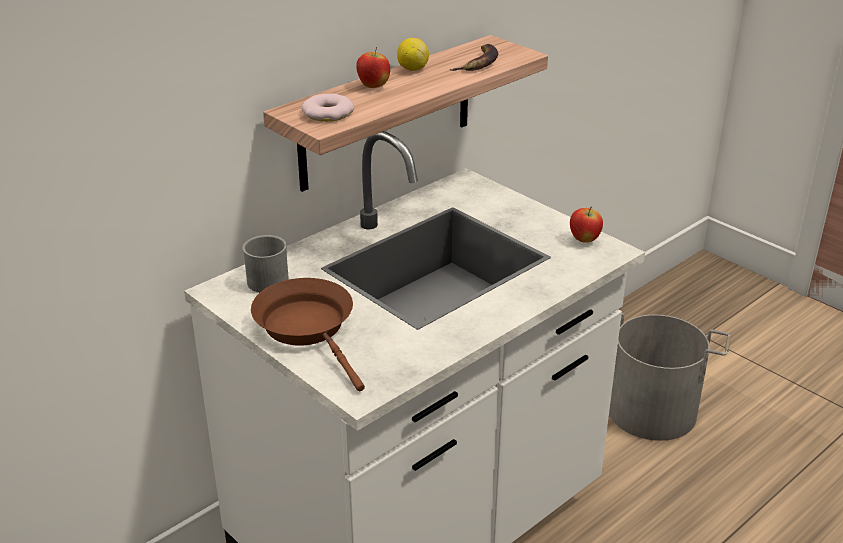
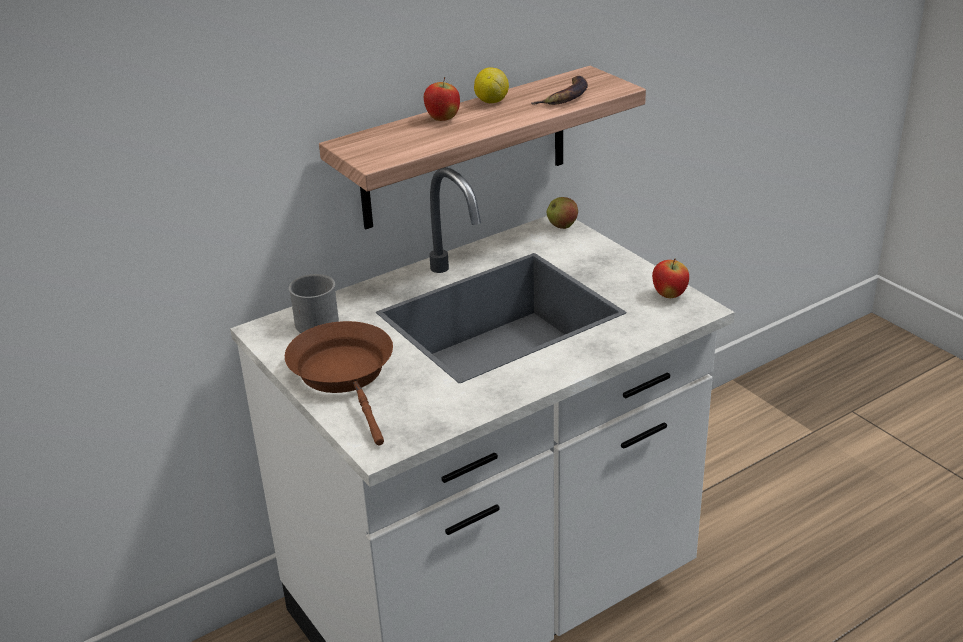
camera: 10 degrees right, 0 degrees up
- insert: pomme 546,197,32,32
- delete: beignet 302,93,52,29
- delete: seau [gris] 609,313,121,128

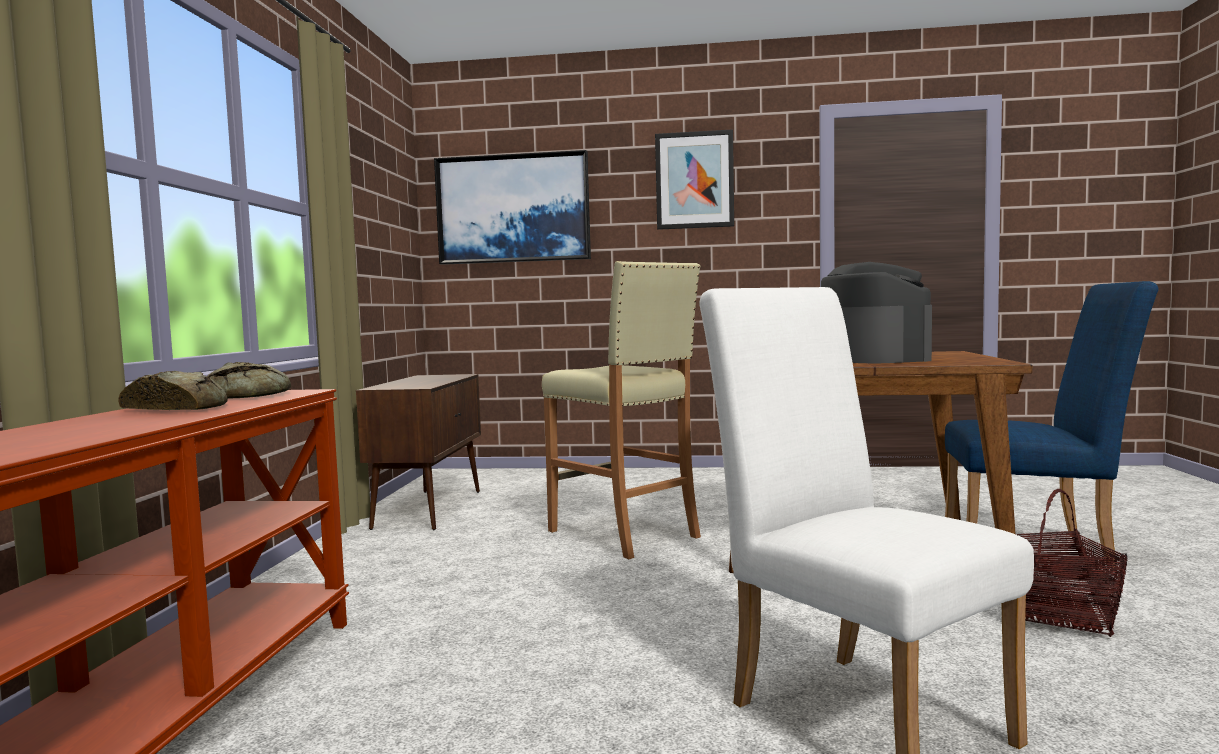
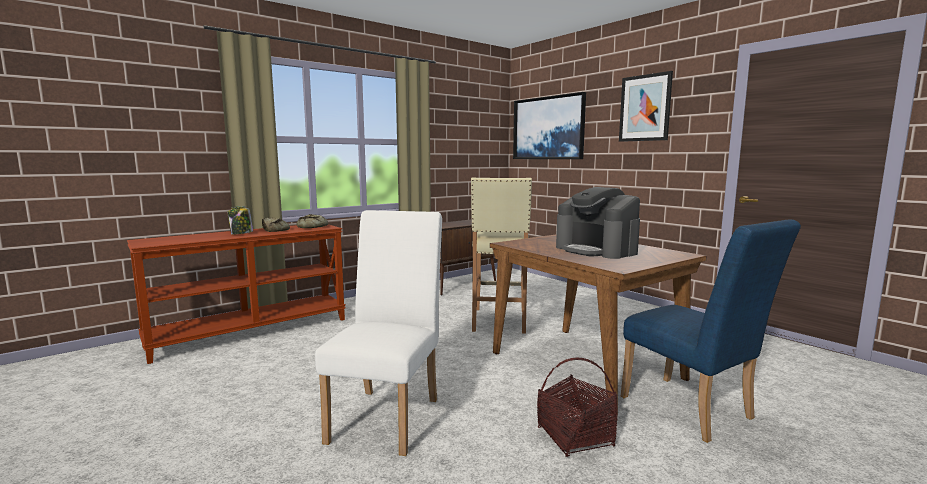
camera: 45 degrees right, 5 degrees up
- insert: bocal 228,206,25,29
- rotate: machine à café 821,262,111,101 = 556,187,84,72 105 degrees clockwise

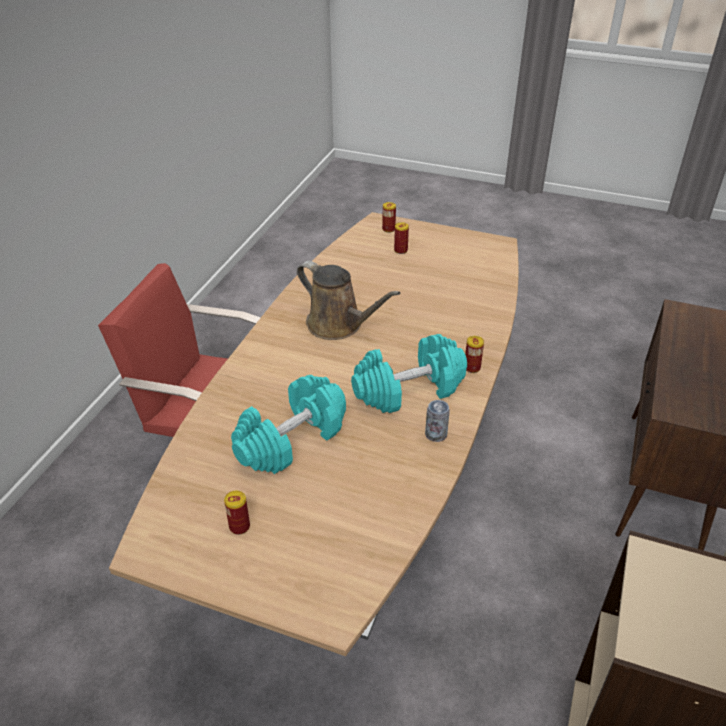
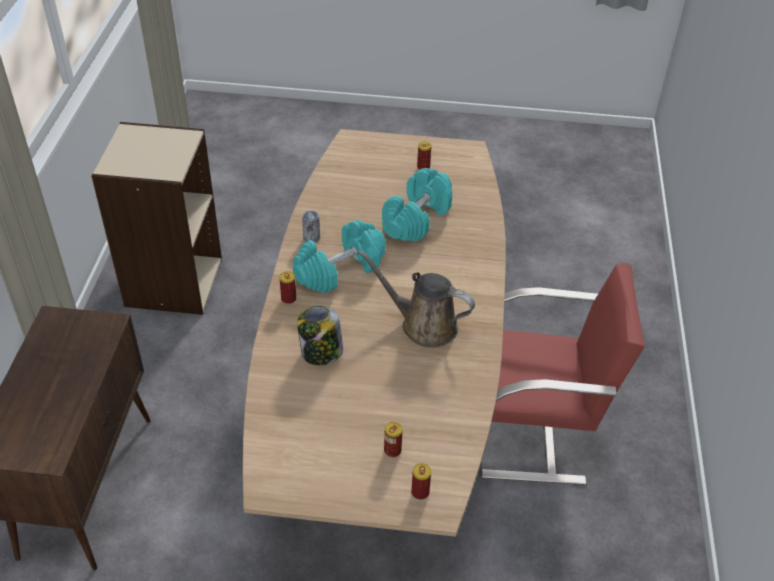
camera: 165 degrees right, 5 degrees up
- insert: bocal 297,306,46,59

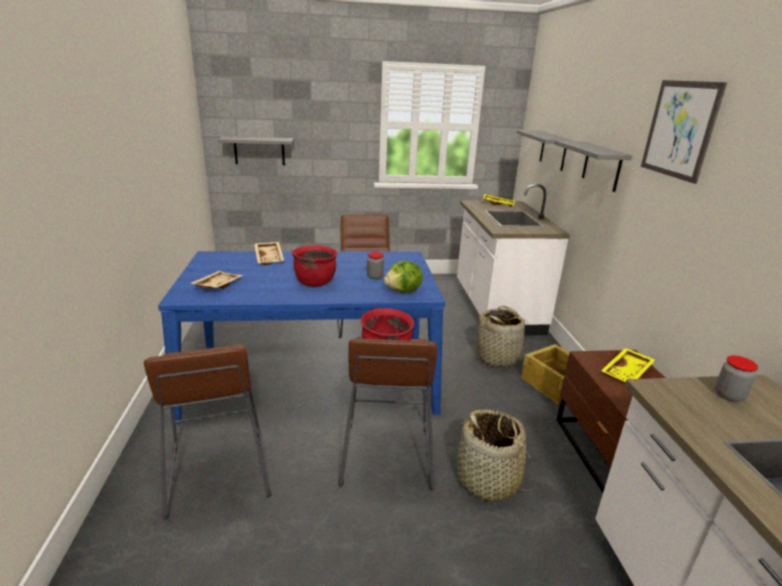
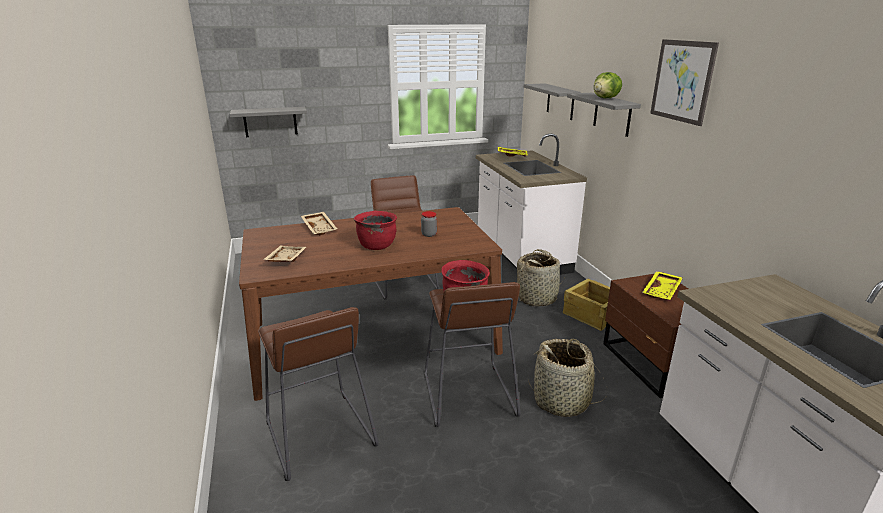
camera: 10 degrees left, 0 degrees up
- recolor: table à manger [bleu] 158,251,287,174 to table à manger [marron] 239,207,264,194
- move: laitue 384,260,39,33 to 594,72,28,26
- delete: bocal 715,356,43,46

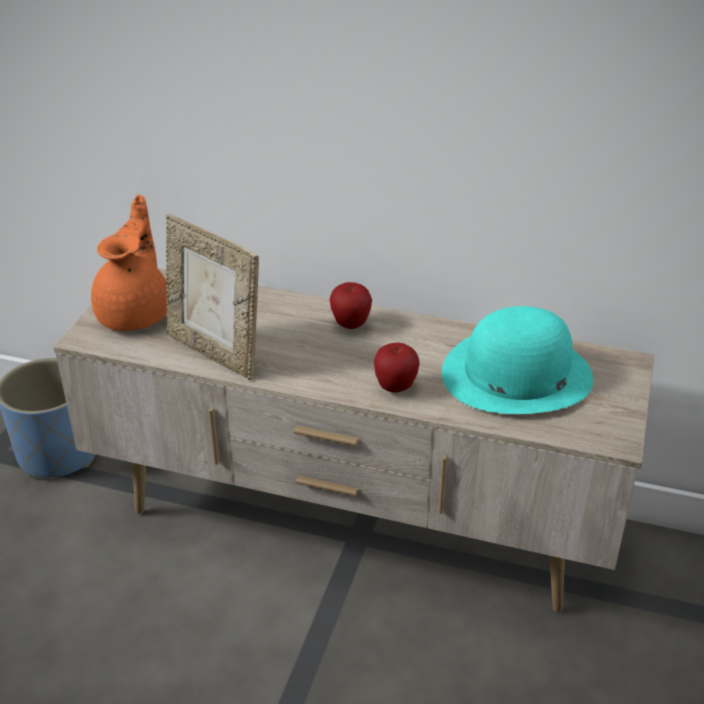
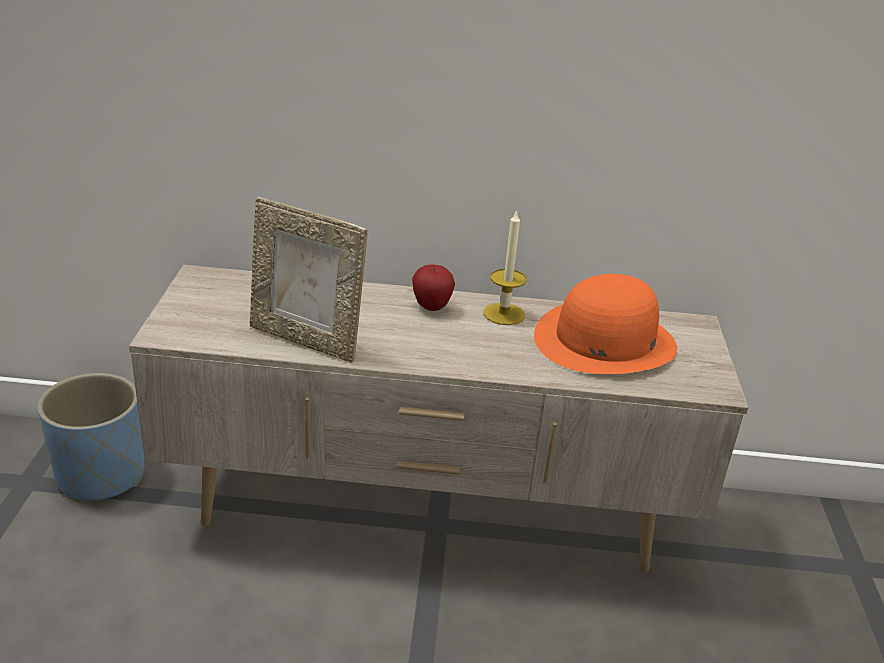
camera: 15 degrees left, 5 degrees down
- insert: bougie 483,209,44,116
- recolor: chapeau [turquoise] 442,306,151,108 to chapeau [orange] 534,274,143,100
- delete: théière [orange] 91,195,76,136
- delete: pomme 374,343,46,50

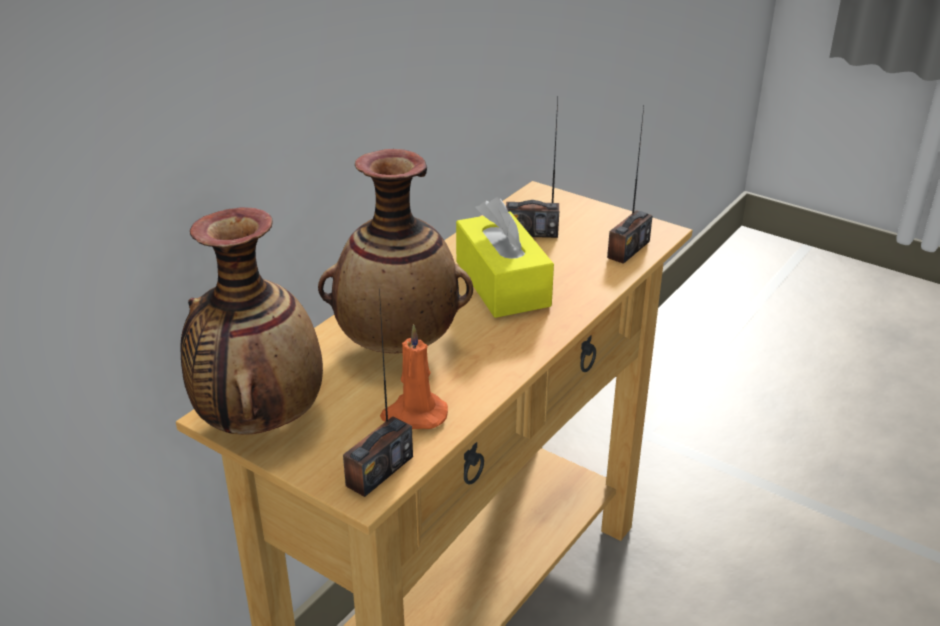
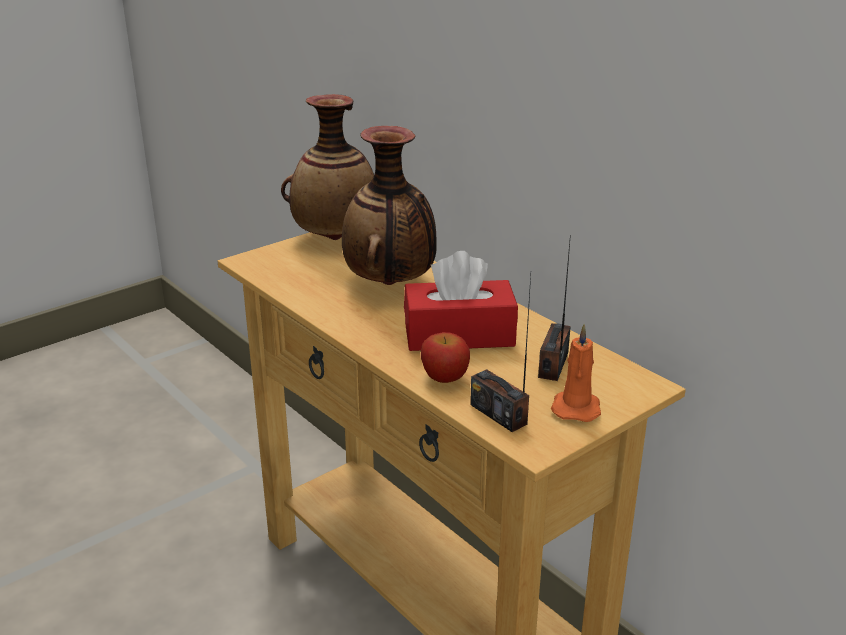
camera: 105 degrees right, 5 degrees down
- recolor: boîte à mouchoirs [jaune] 456,197,98,121 to boîte à mouchoirs [rouge] 404,251,114,100
- insert: pomme 421,332,49,51
- move: bougie [orange] 380,324,68,105 to 551,324,50,98
- delete: radio 343,289,70,208

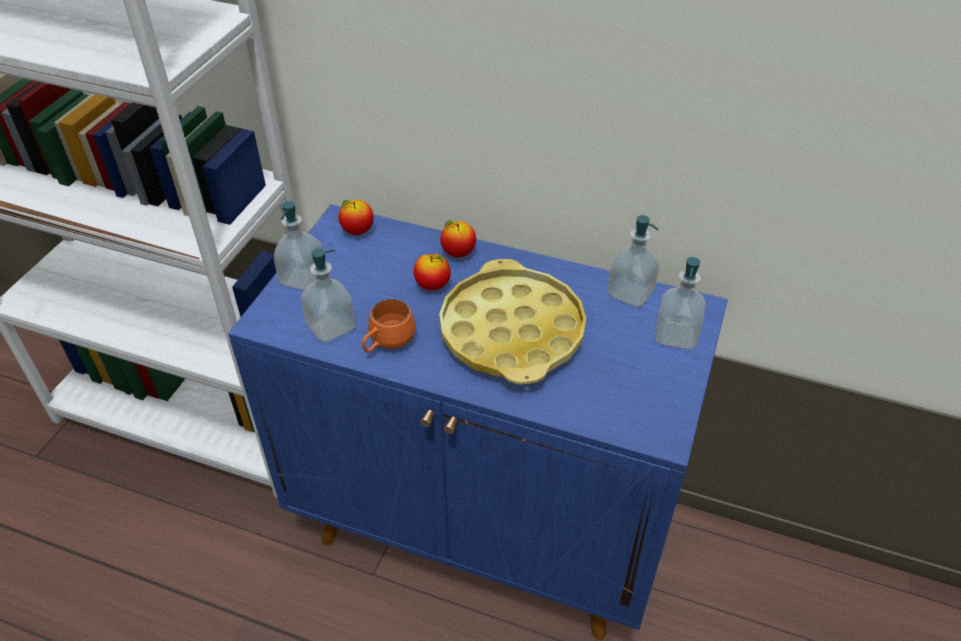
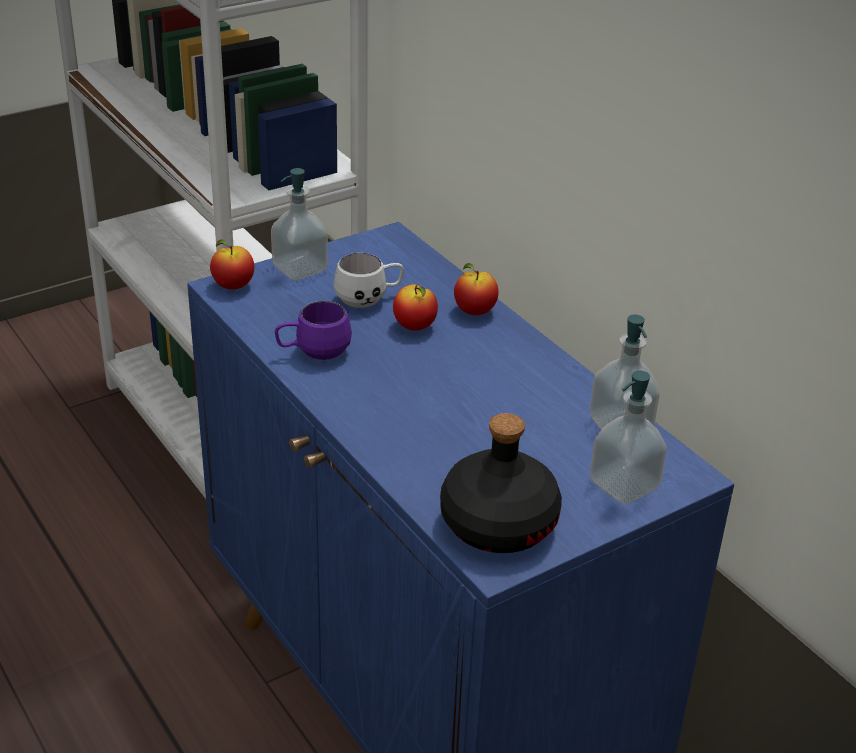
camera: 35 degrees right, 10 degrees down
- move: pomme 338,200,35,35 to 210,239,44,51
- recolor: mug [orange] 362,299,54,54 to mug [violet] 275,301,77,59
- insert: mug [blanc] 334,253,70,55
- insert: bouteille [noir] 440,413,122,140
- delete: distributeur de savon 301,248,54,94
- delete: plateau [jaune] 439,259,147,125

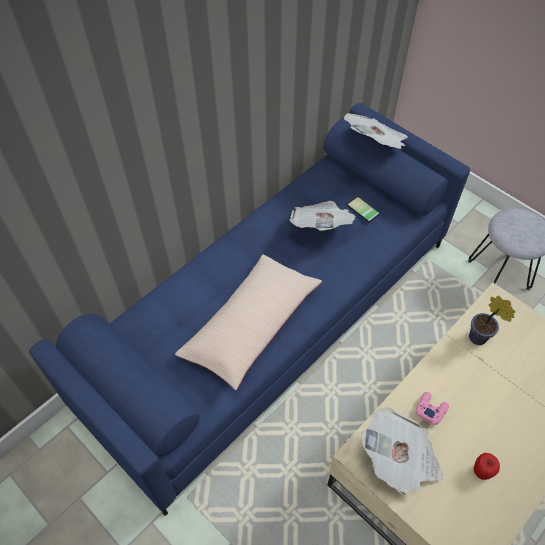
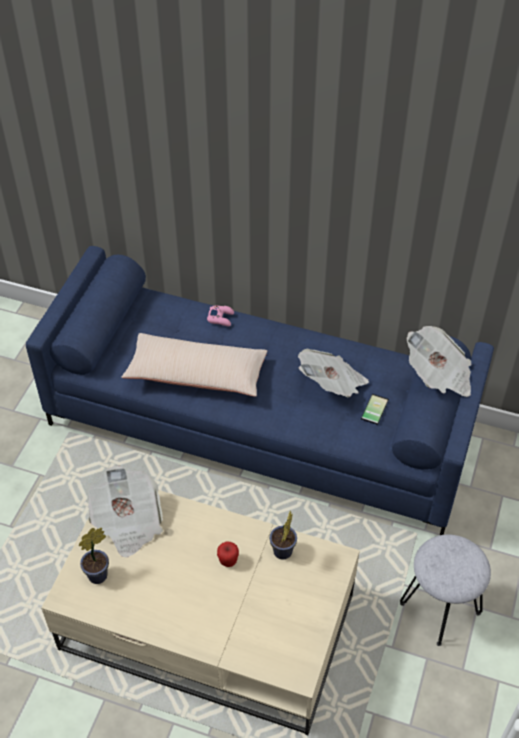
camera: 65 degrees right, 5 degrees down
- insert: plante en pot 78,528,31,56
- move: manette [rose] 415,392,34,33 to 207,306,27,20
- move: pomme 474,453,26,27 to 217,542,22,25

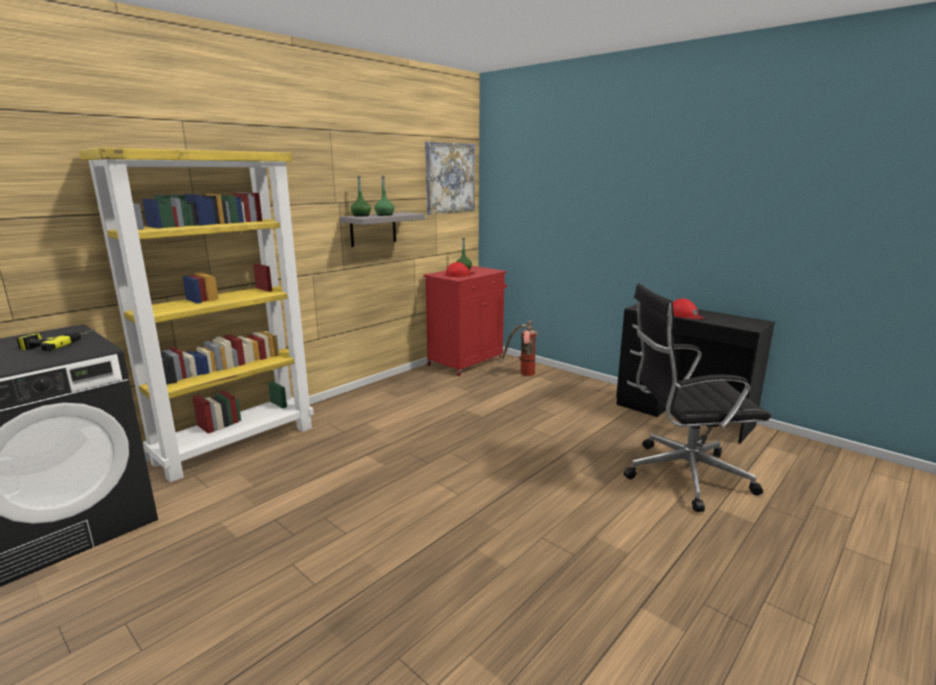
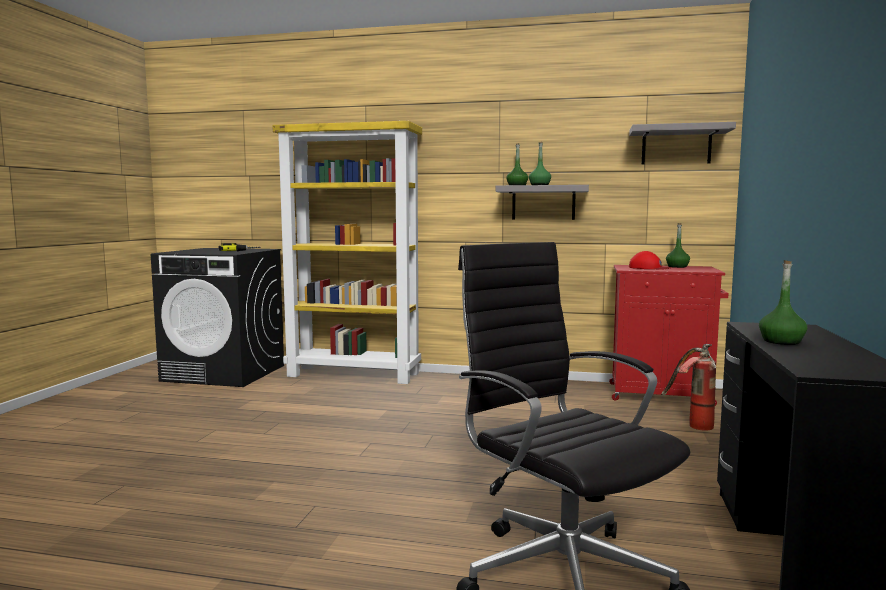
camera: 60 degrees right, 10 degrees down
- replace: tableau 425,142,50,73 to étagère [gris] 629,122,107,42
- replace: casquette [rouge] 673,299,32,21 to bouteille [vert] 759,260,48,85

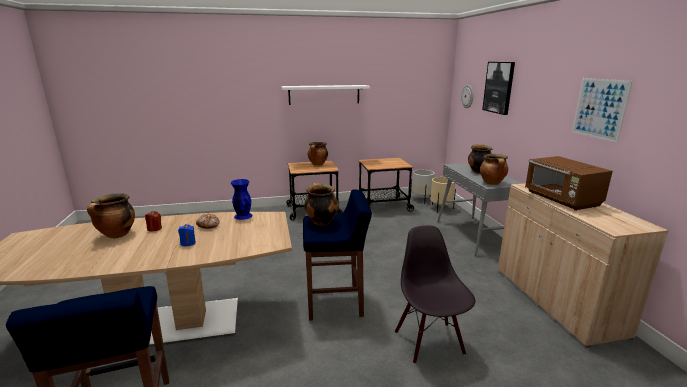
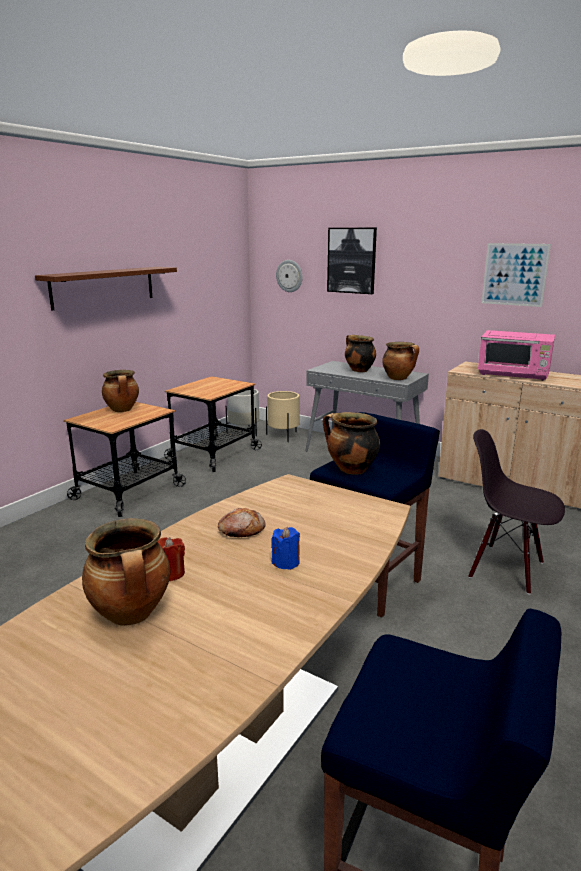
camera: 45 degrees left, 0 degrees up
- recolor: étagère [blanc] 281,85,89,20 to étagère [marron] 35,267,142,43
- recolor: micro-ondes [marron] 525,156,88,55 to micro-ondes [rose] 478,330,77,51
- delete: vase [bleu] 231,179,22,41

